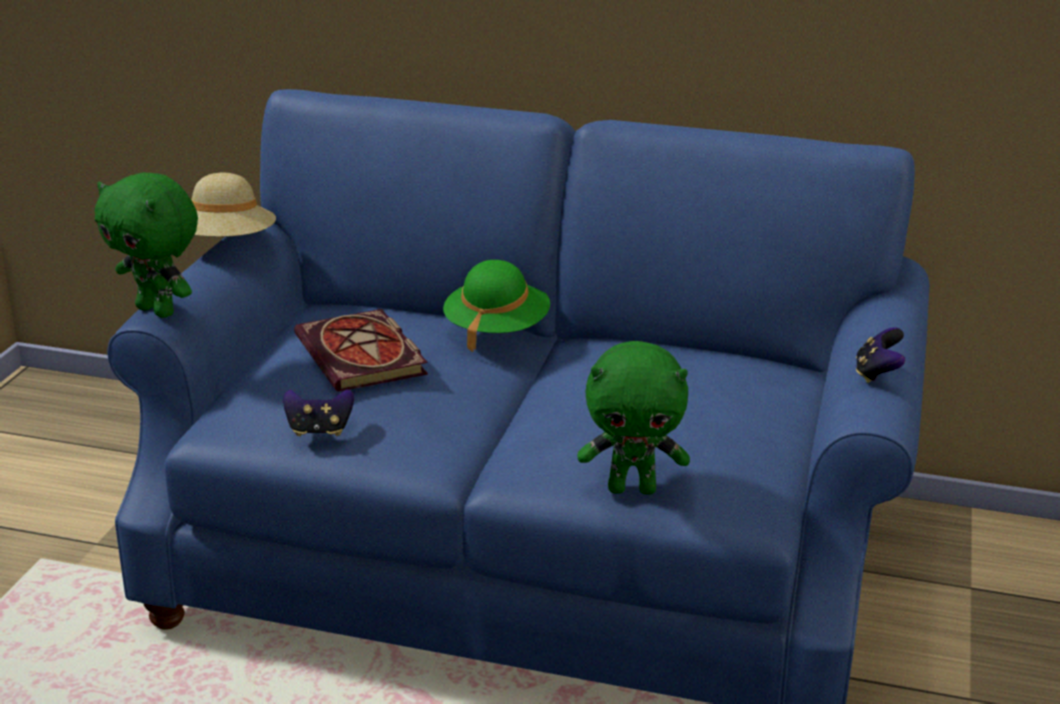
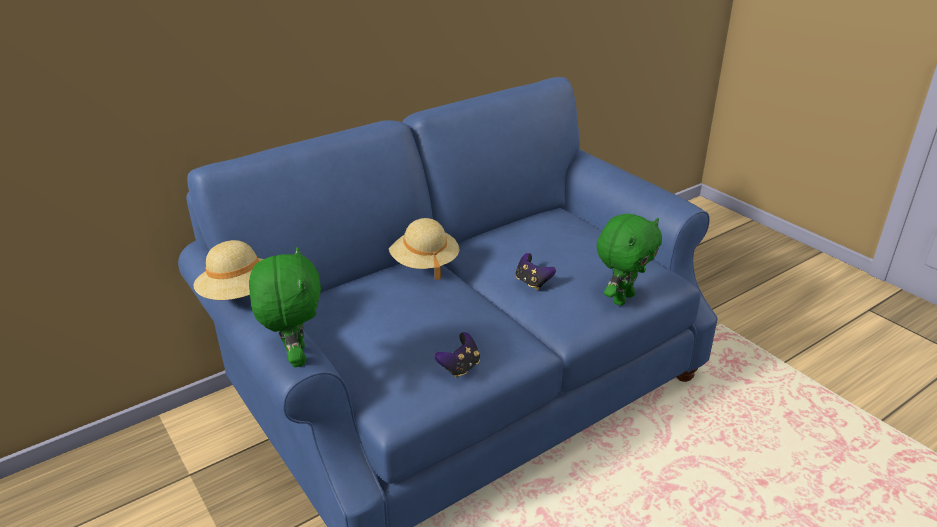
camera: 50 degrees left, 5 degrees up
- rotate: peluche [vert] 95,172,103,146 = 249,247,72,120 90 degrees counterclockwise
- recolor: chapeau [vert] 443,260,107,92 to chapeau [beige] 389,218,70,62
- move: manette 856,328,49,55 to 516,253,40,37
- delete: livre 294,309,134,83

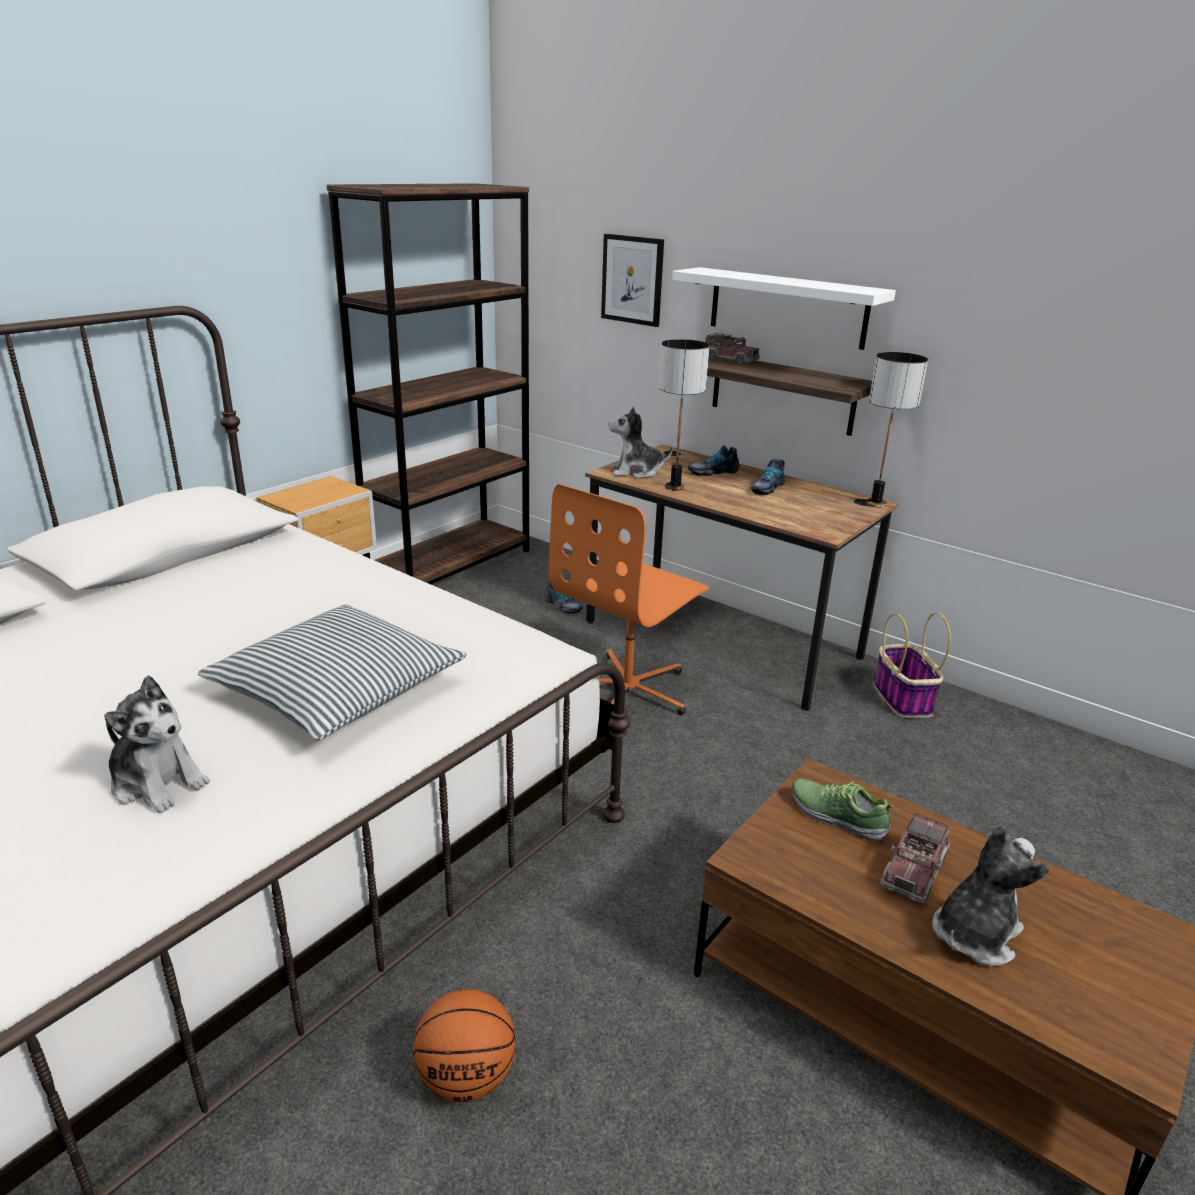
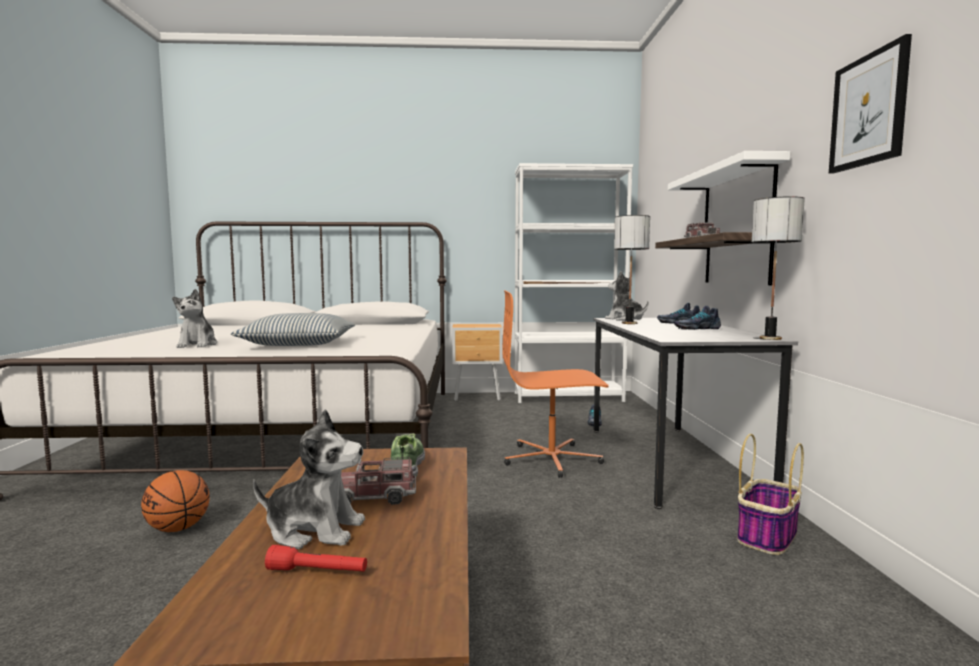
camera: 50 degrees right, 20 degrees down
- insert: lampe de poche [rouge] 265,545,102,27
- recolor: bibliothèque [marron] 326,183,203,401 to bibliothèque [blanc] 514,163,119,240
- recolor: bureau [marron] 585,444,314,267 to bureau [gris] 593,318,205,191
- move: tableau 601,234,63,93 to 829,34,83,140

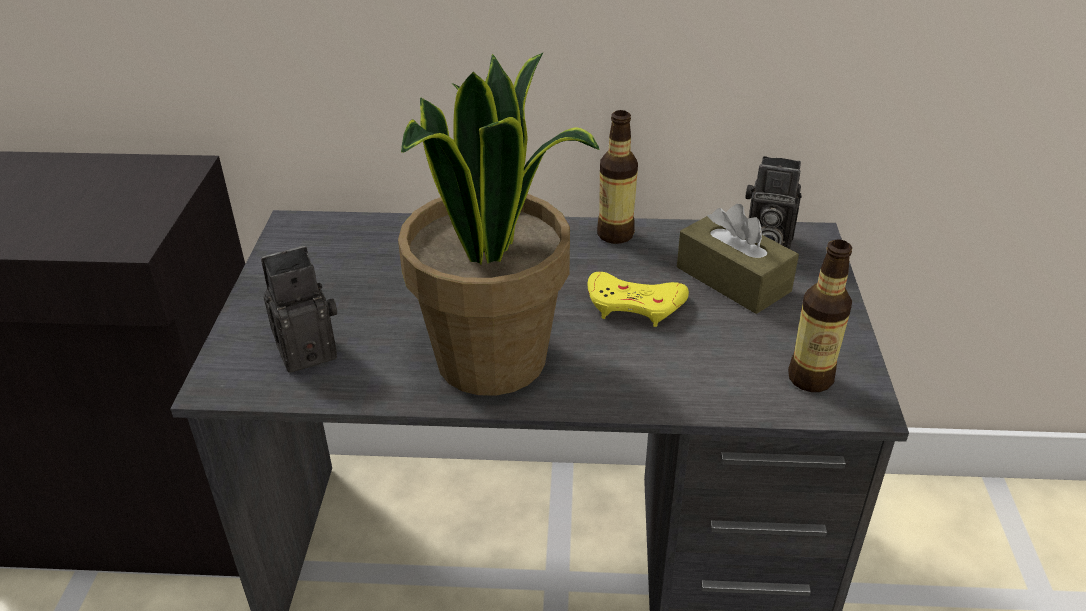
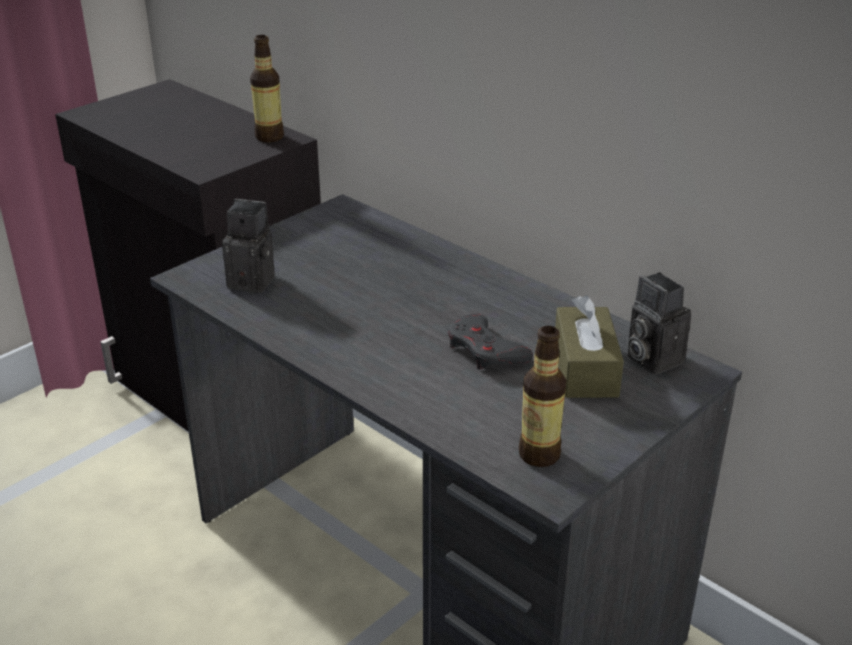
camera: 40 degrees right, 5 degrees down
- move: bouteille 597,110,41,134 to 250,35,34,107
- recolor: manette [jaune] 588,271,101,56 to manette [gris] 448,314,85,56
- delete: plante en pot 398,52,202,344

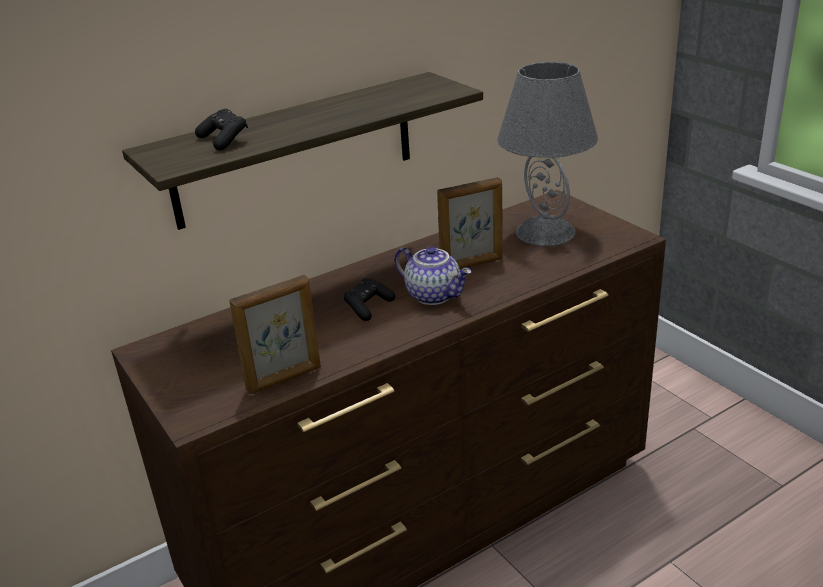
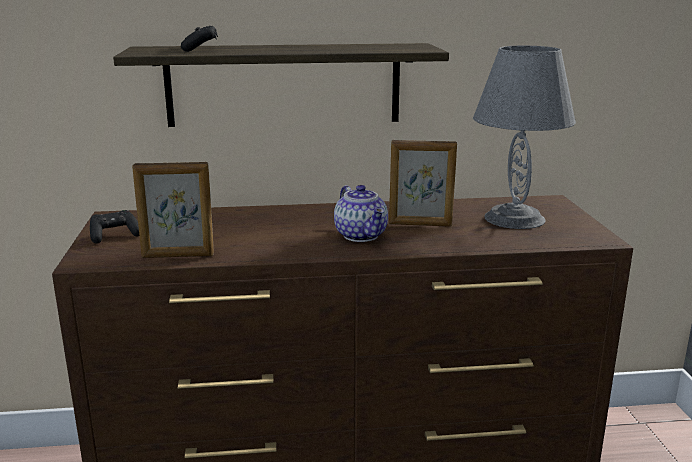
camera: 25 degrees right, 10 degrees down
- move: manette [noir] 344,278,51,43 to 90,210,49,34

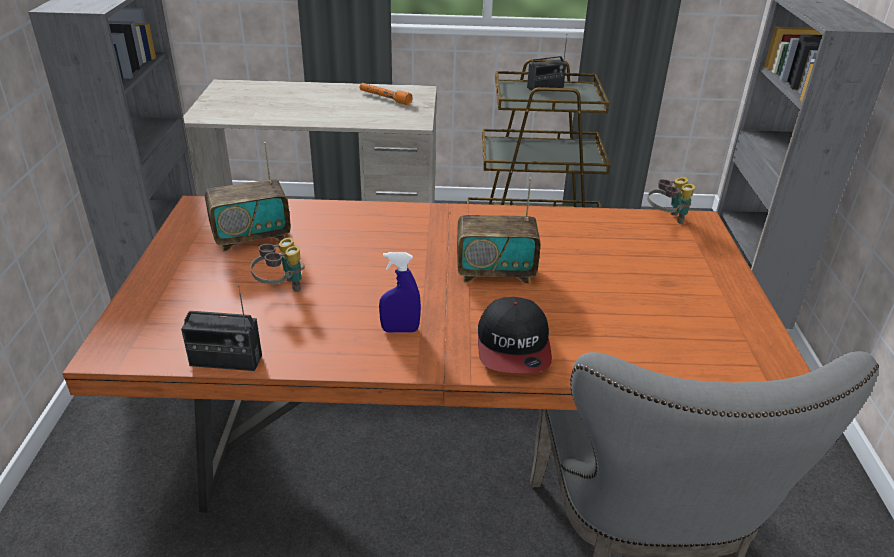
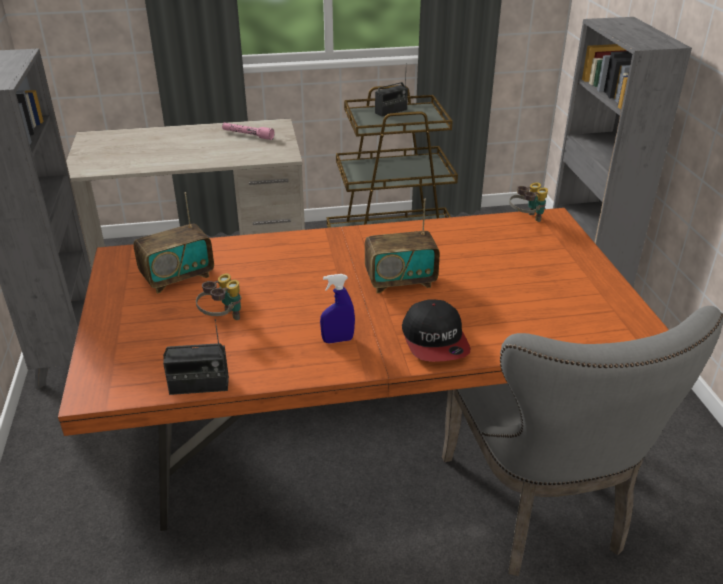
camera: 10 degrees left, 0 degrees up
- recolor: lampe de poche [orange] 360,83,52,22 to lampe de poche [rose] 222,123,53,17

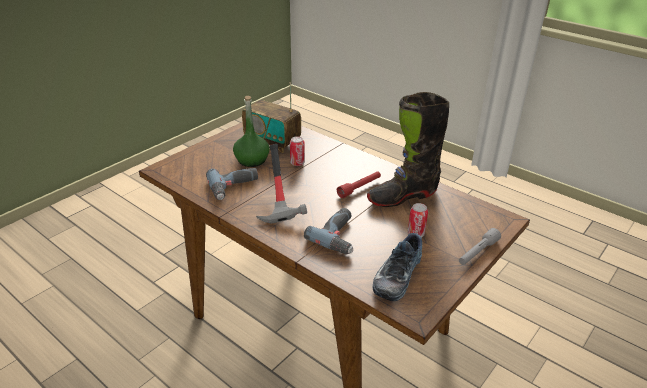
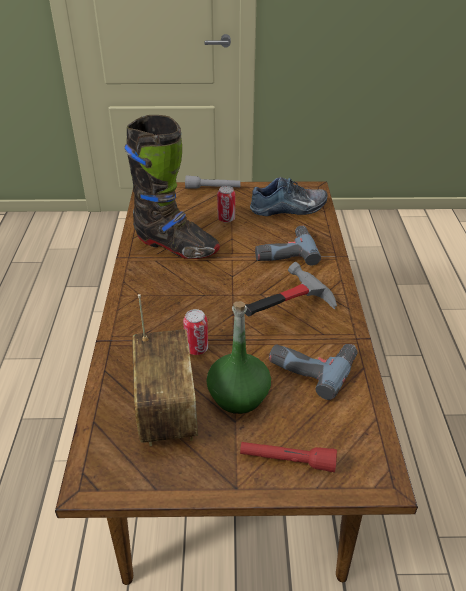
camera: 130 degrees left, 5 degrees up
- move: lampe de poche [rouge] 337,171,44,27 to 240,442,97,30

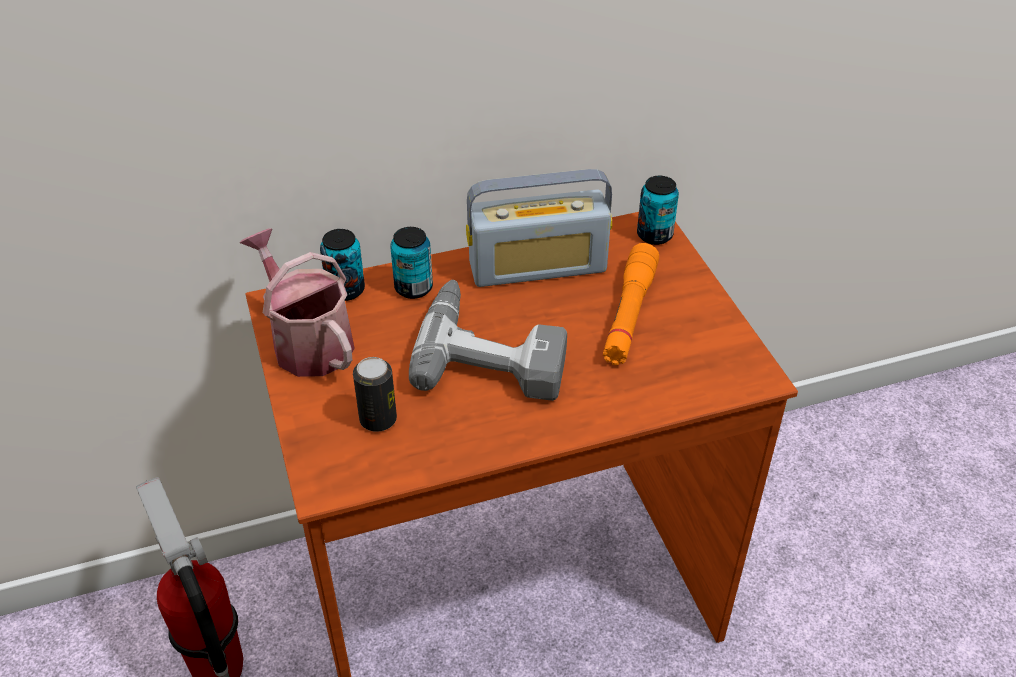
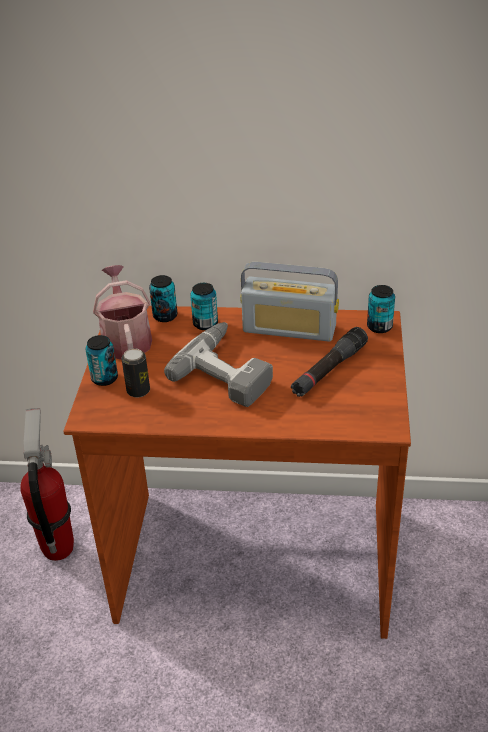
camera: 25 degrees right, 5 degrees down
- insert: boîte métallique 85,335,33,51
- recolor: lampe de poche [orange] 603,243,56,122 to lampe de poche [noir] 291,327,77,70

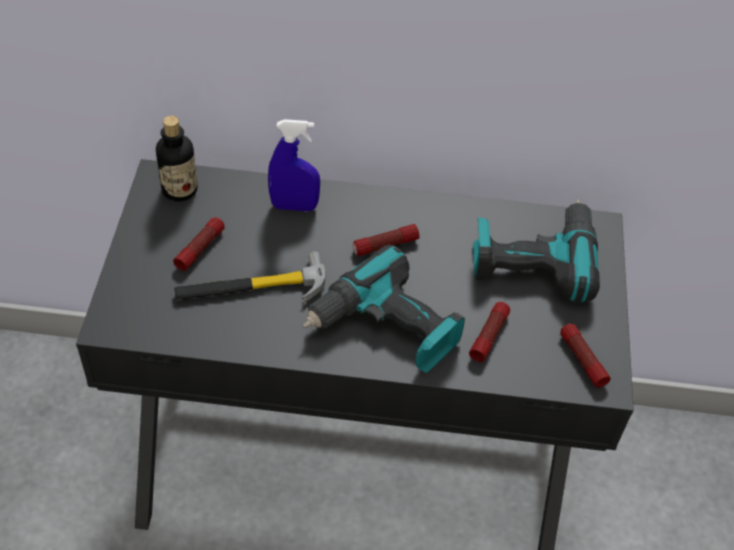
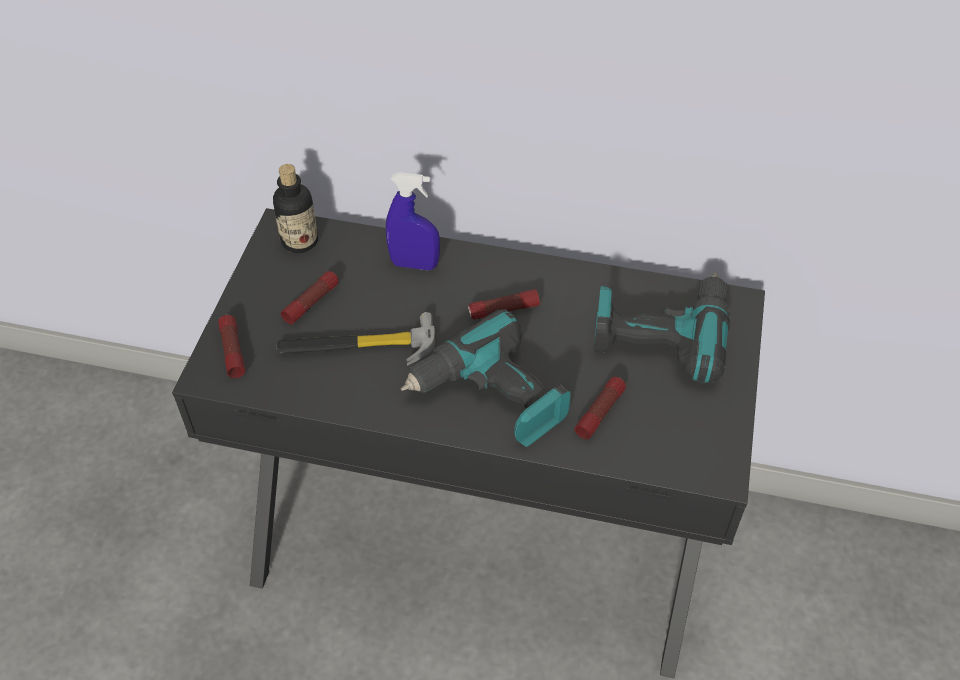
camera: 10 degrees right, 0 degrees up
- move: lampe de poche 560,324,51,64 to 218,315,27,63

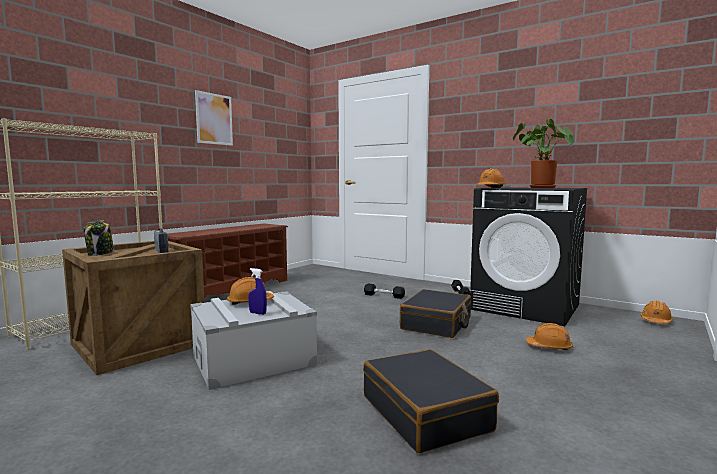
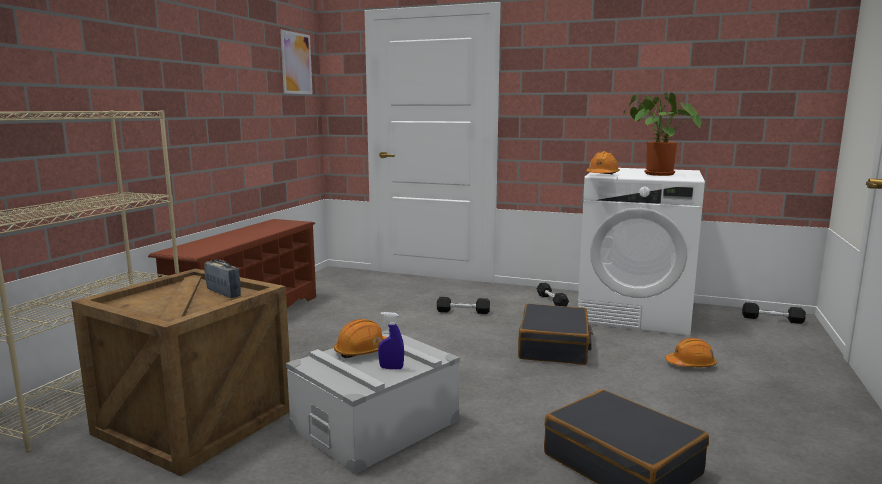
camera: 15 degrees left, 5 degrees up
- move: tableau 195,90,38,56 to 280,30,33,64
- recolor: lave-linge [noir] 470,187,118,139 to lave-linge [blanc] 578,168,127,168
- replace: casque de chantier [orange] 640,301,33,23 to haltère [noir] 742,302,64,22
- delete: bocal 83,221,31,35

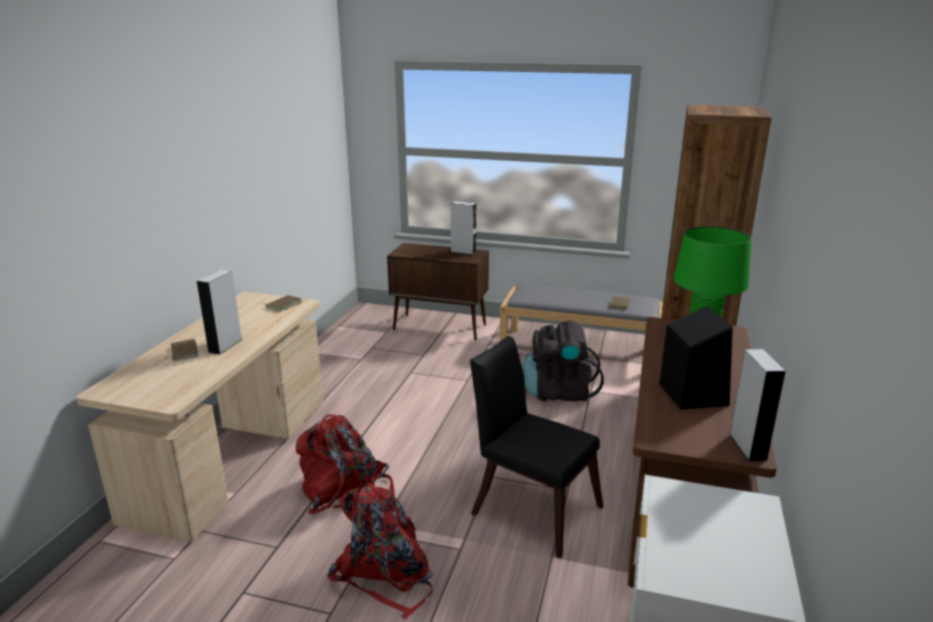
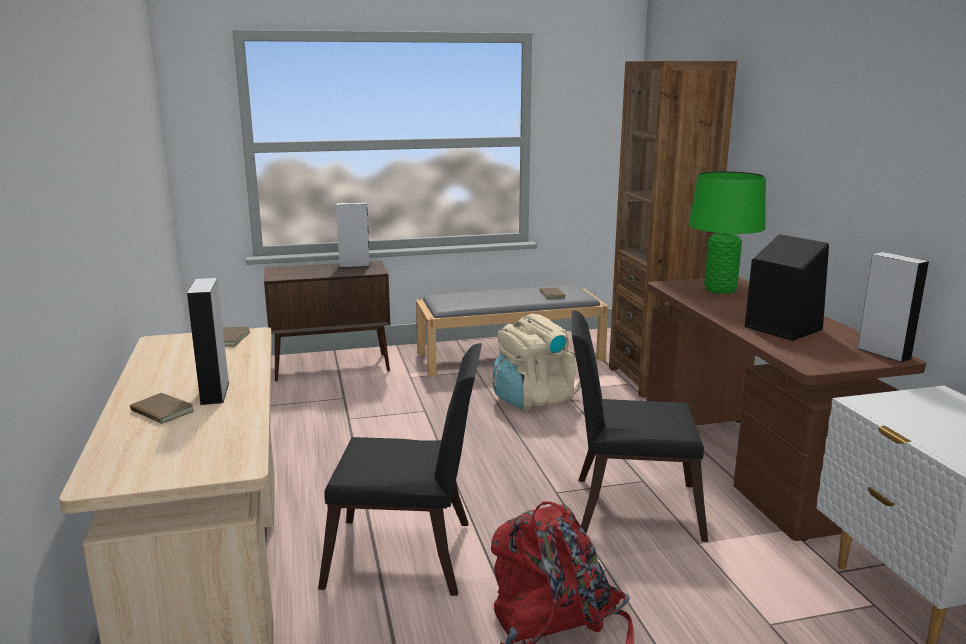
camera: 30 degrees left, 5 degrees down
- replace: sac à dos [rouge] 296,414,99,100 to chaise [noir] 318,343,164,253
- recolor: sac à dos [noir] 522,320,82,81 to sac à dos [beige] 493,314,88,97

